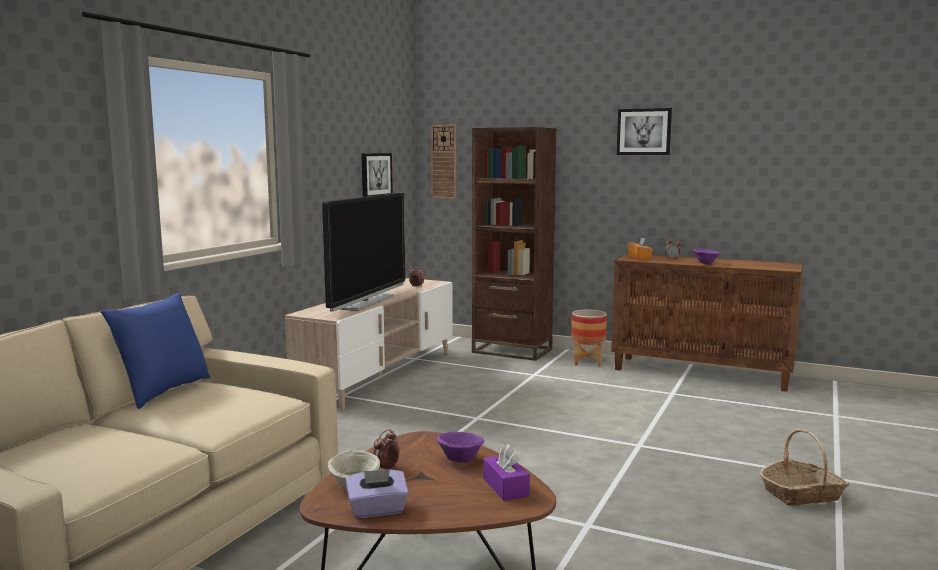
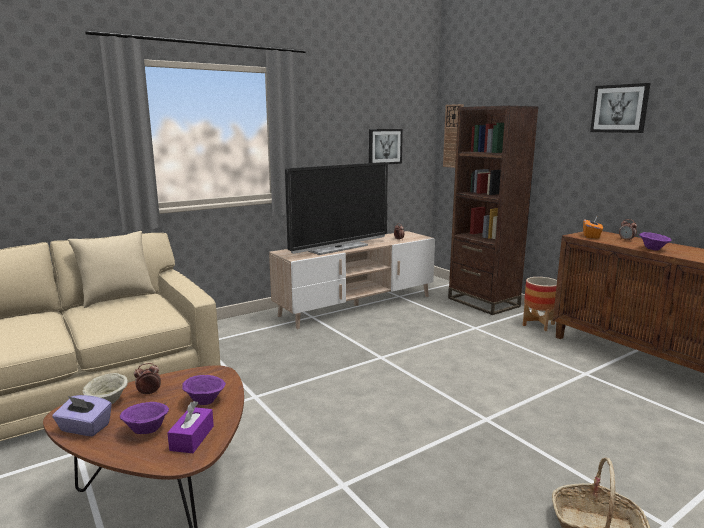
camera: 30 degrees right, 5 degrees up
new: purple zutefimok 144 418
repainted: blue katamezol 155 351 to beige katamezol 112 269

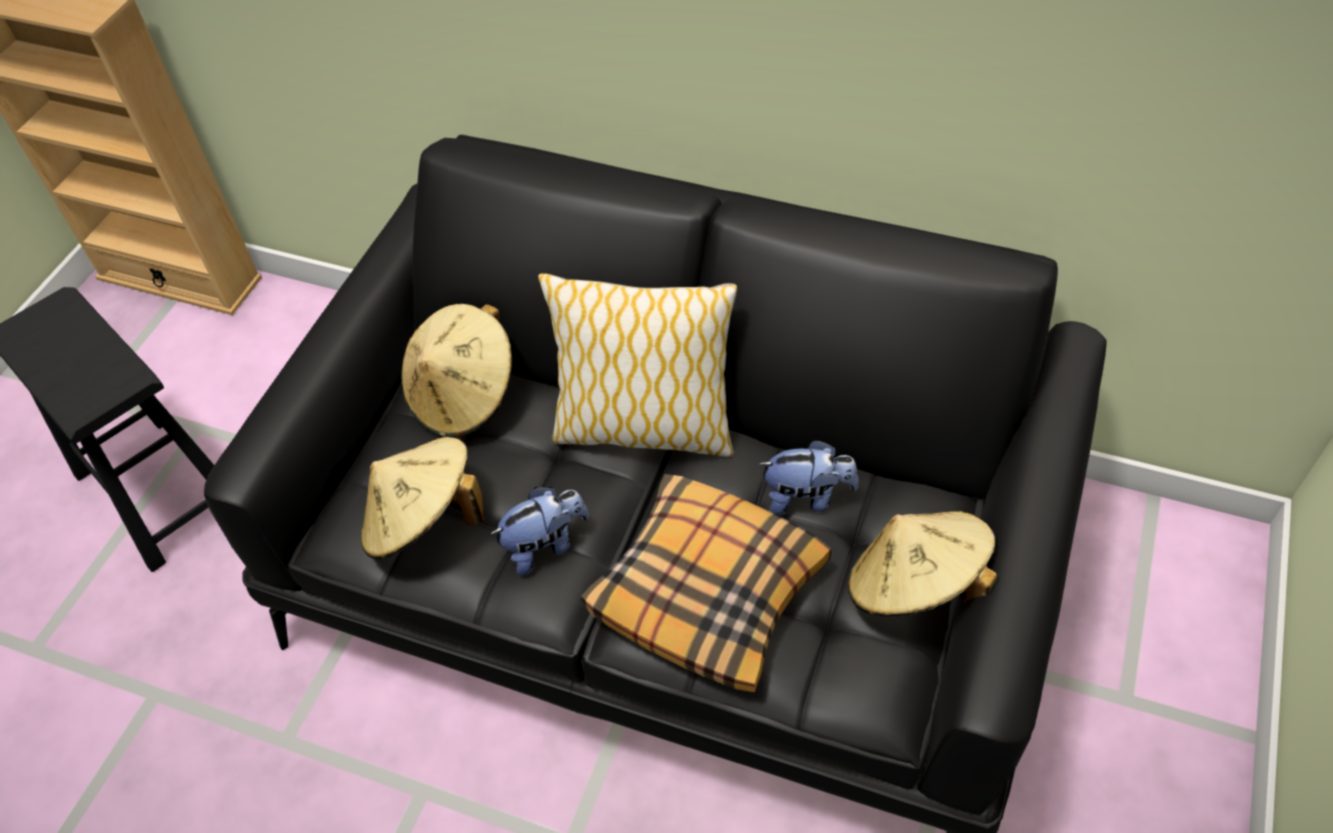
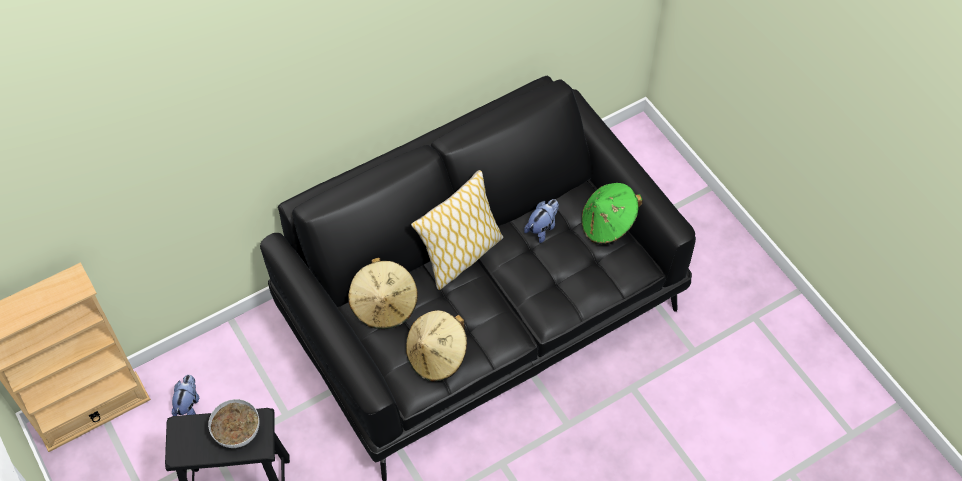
camera: 55 degrees left, 5 degrees up
gone: katamezol 706 583
new: zutefimok 233 423
shifted: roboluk 539 531 to 185 395
repainted: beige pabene 922 564 to green pabene 612 214

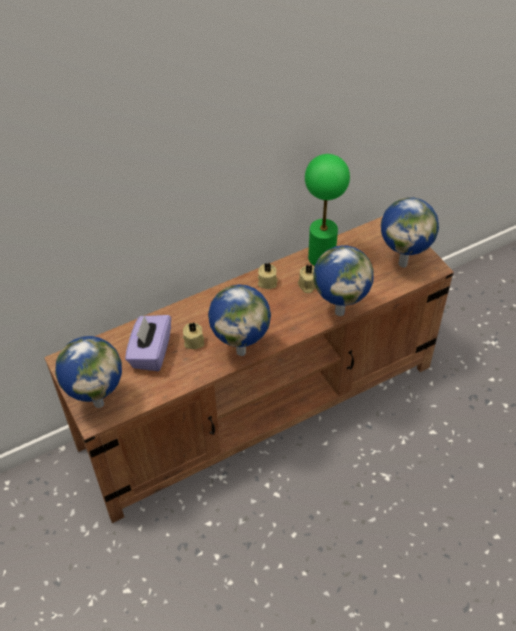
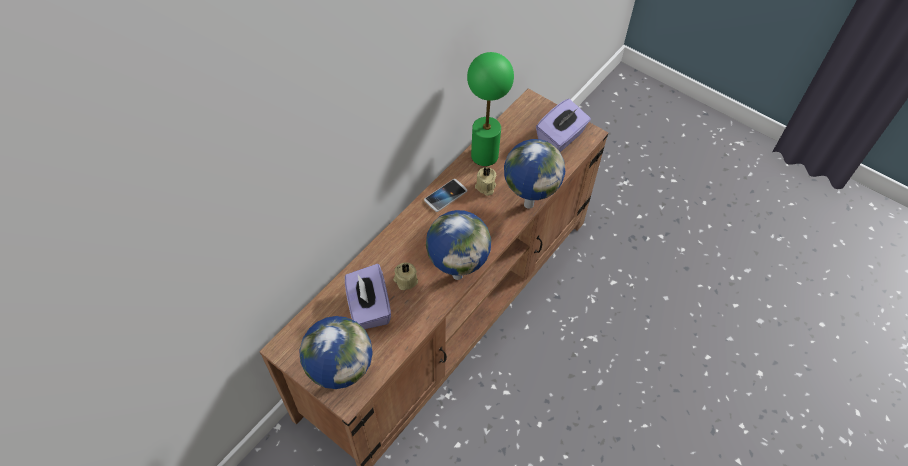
camera: 25 degrees left, 5 degrees up
swapped: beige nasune 268 276 to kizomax 445 195; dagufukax 410 232 to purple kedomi 563 125

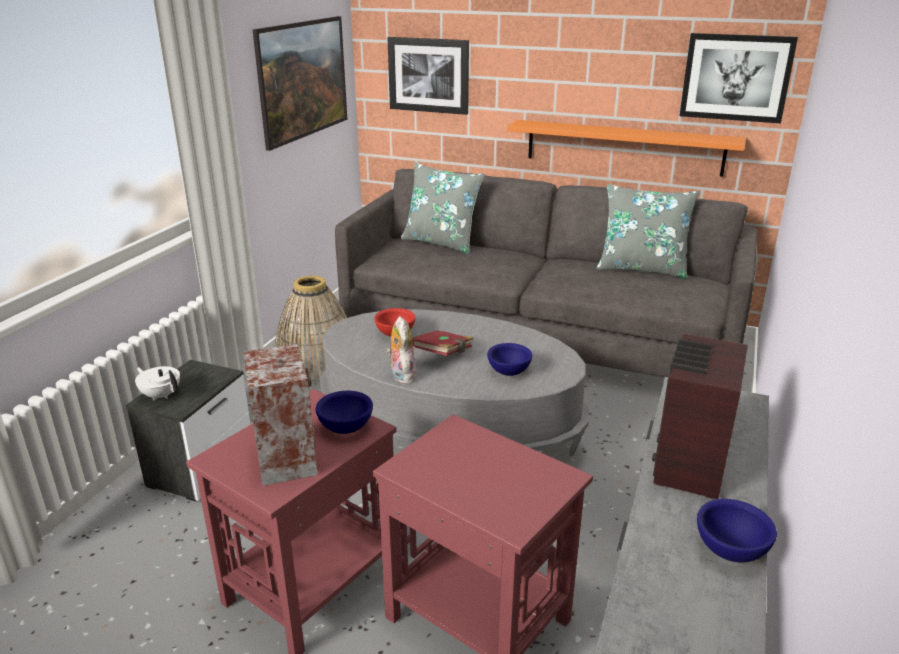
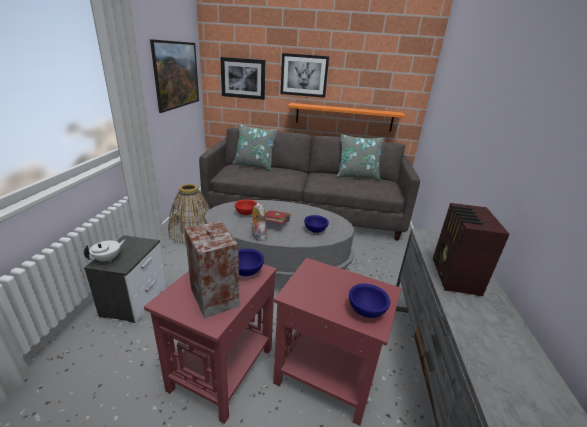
camera: 15 degrees left, 0 degrees up
shifted: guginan 738 78 to 305 75; blue zutefimok 737 530 to 369 301
rotated: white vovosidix 157 383 = 105 250 105 degrees clockwise

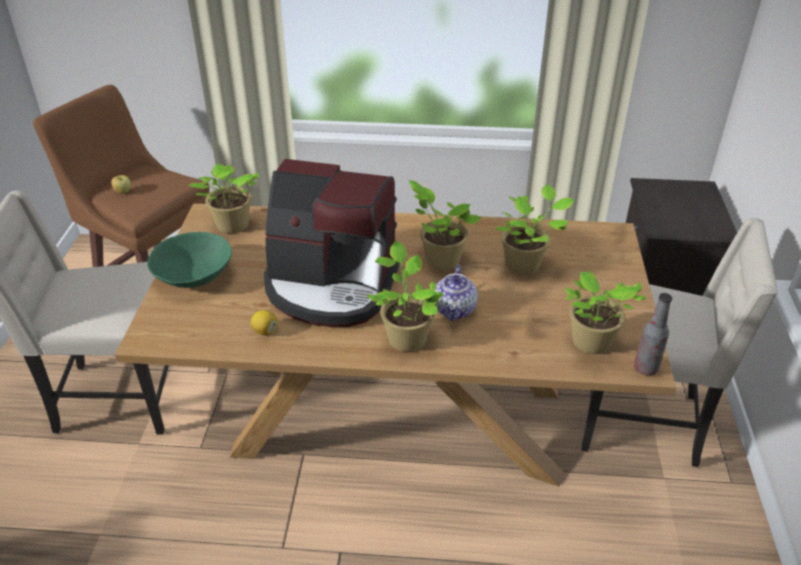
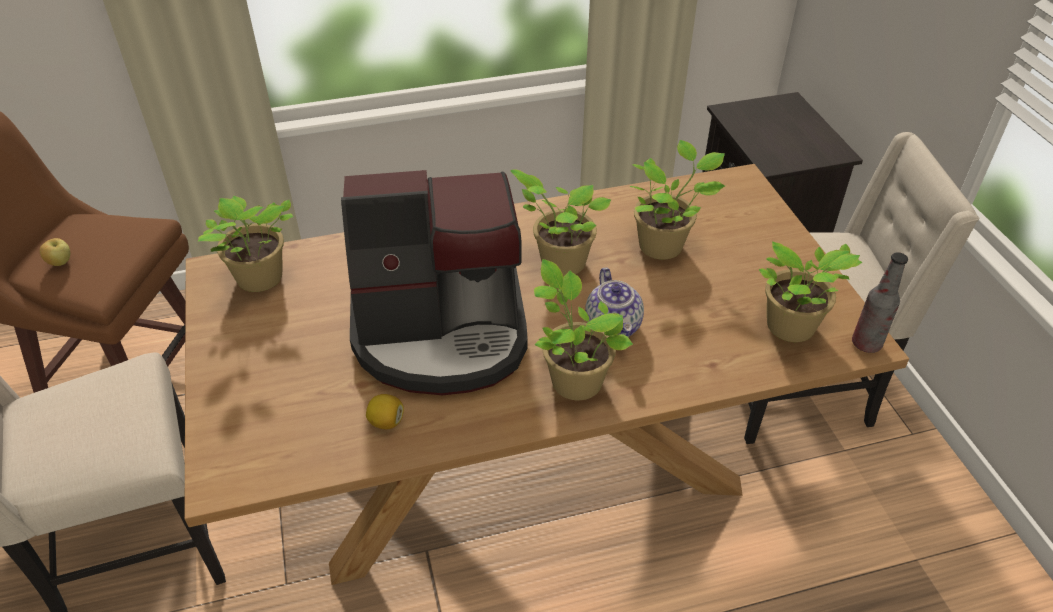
camera: 20 degrees left, 5 degrees up
gone: green zutefimok 189 260

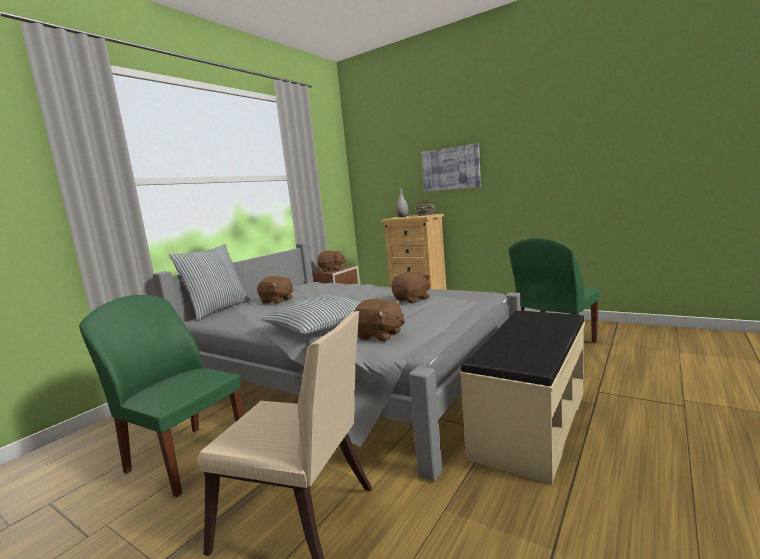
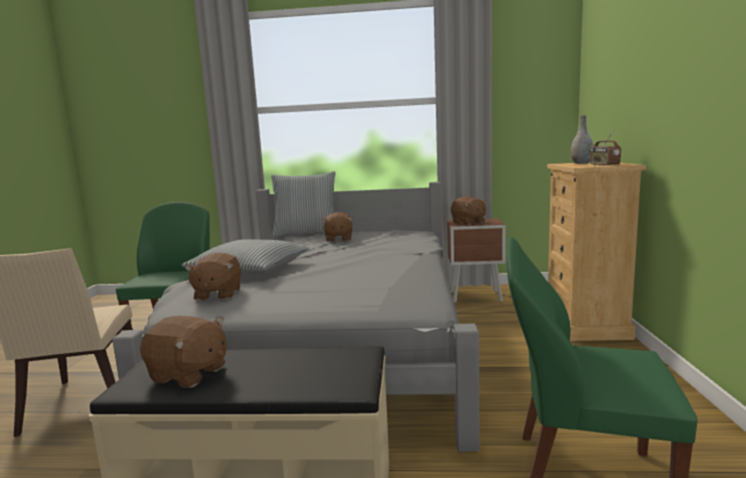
camera: 60 degrees right, 0 degrees up
gone: guginan 451 167
shifted: brown roboluk 410 287 to 183 352

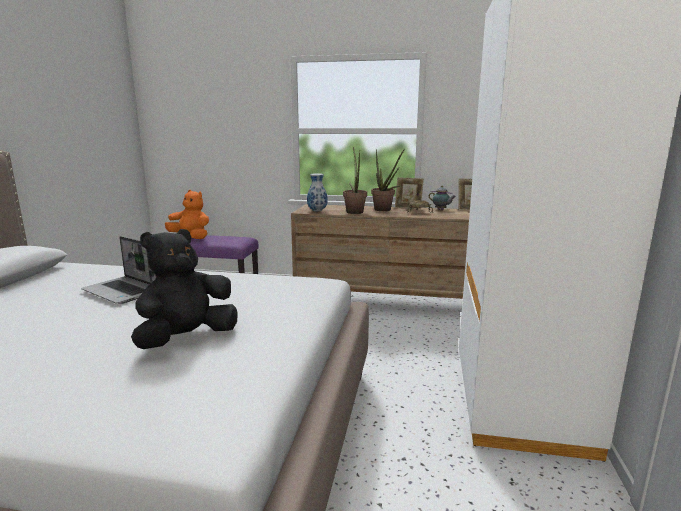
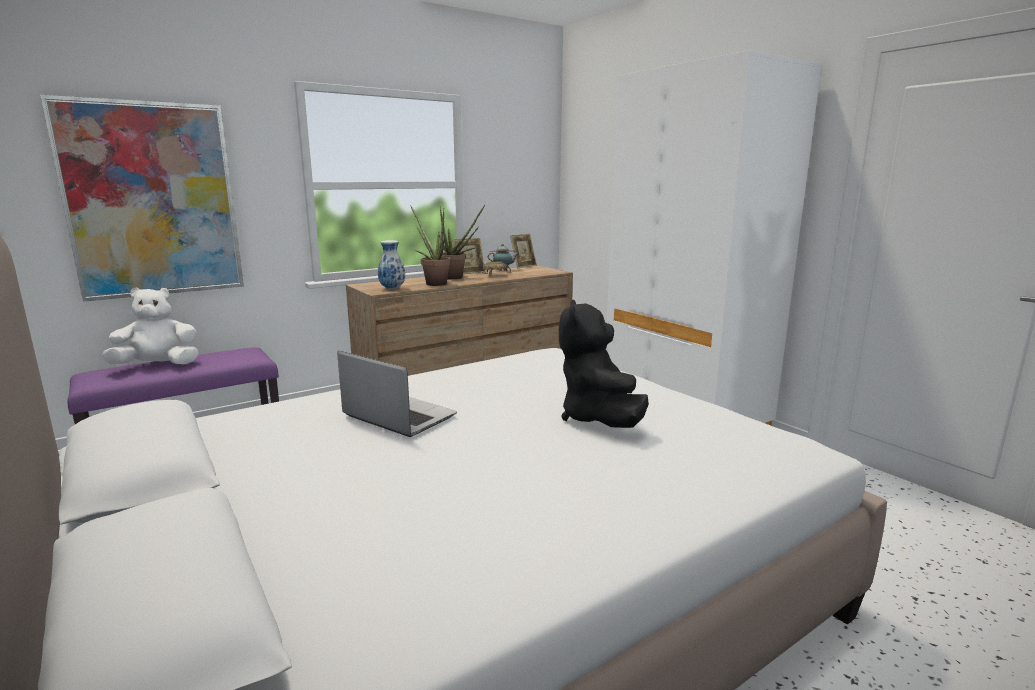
camera: 45 degrees left, 0 degrees up
new: guginan 142 198
repainted: orange roboluk 187 214 to white roboluk 150 325
rotated: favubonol 119 270 = 397 394 135 degrees counterclockwise

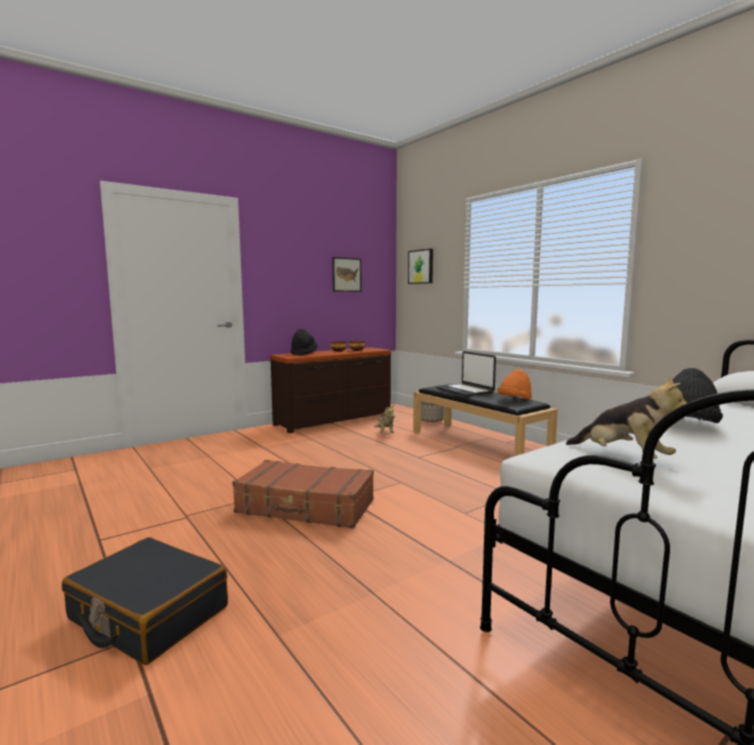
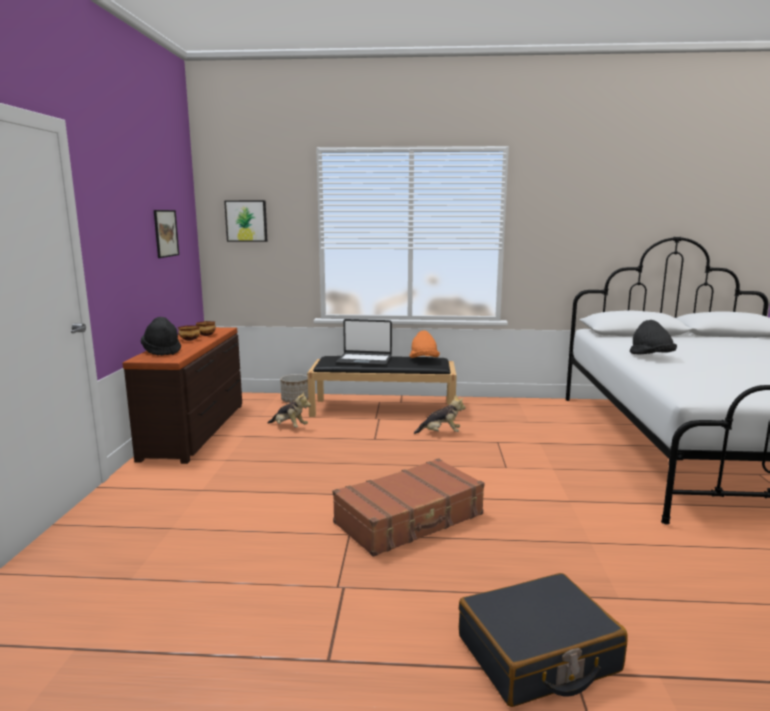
camera: 50 degrees left, 5 degrees up
shifted: roboluk 626 417 to 440 414

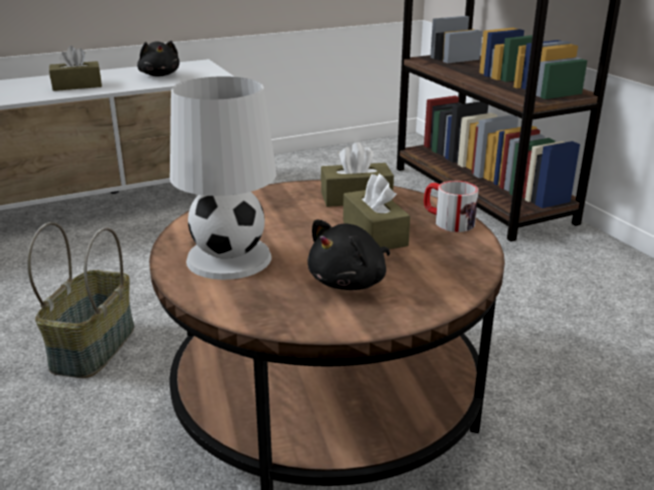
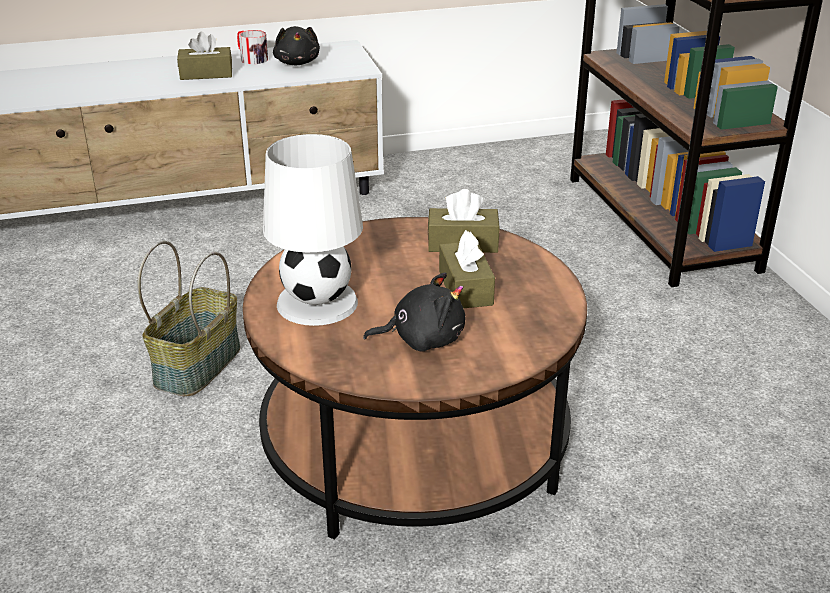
camera: 10 degrees right, 5 degrees up
shifted: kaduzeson 451 206 to 252 47
rotated: black roboluk 349 254 = 414 311 150 degrees counterclockwise

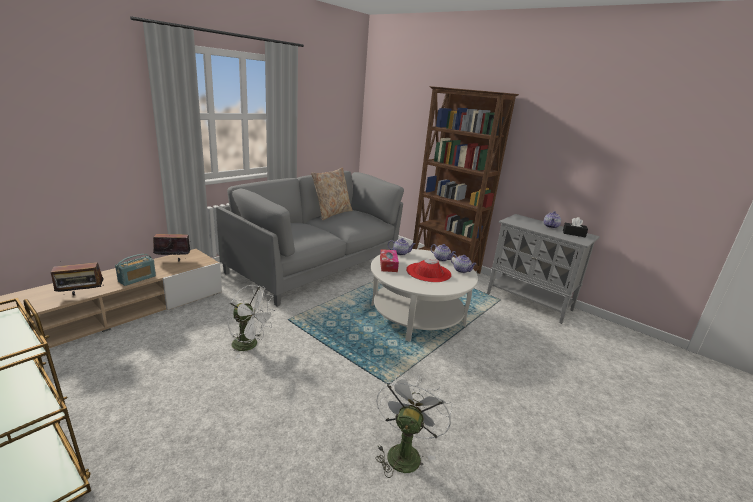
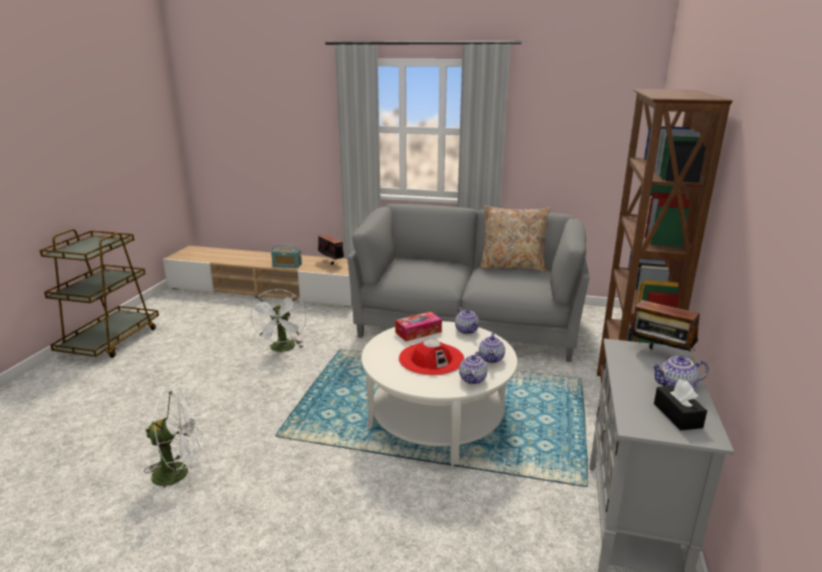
camera: 65 degrees right, 0 degrees up
shifted: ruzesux 77 278 to 665 325

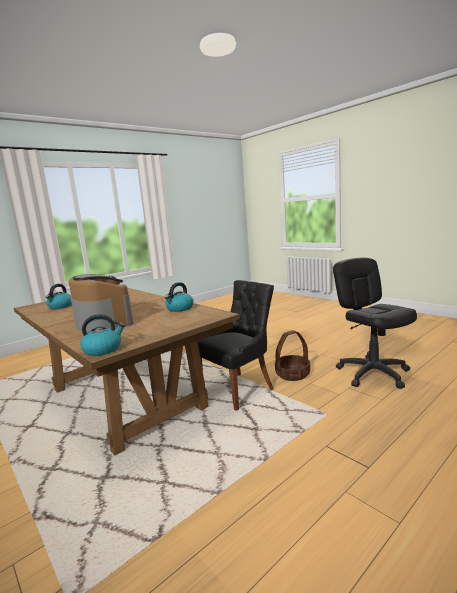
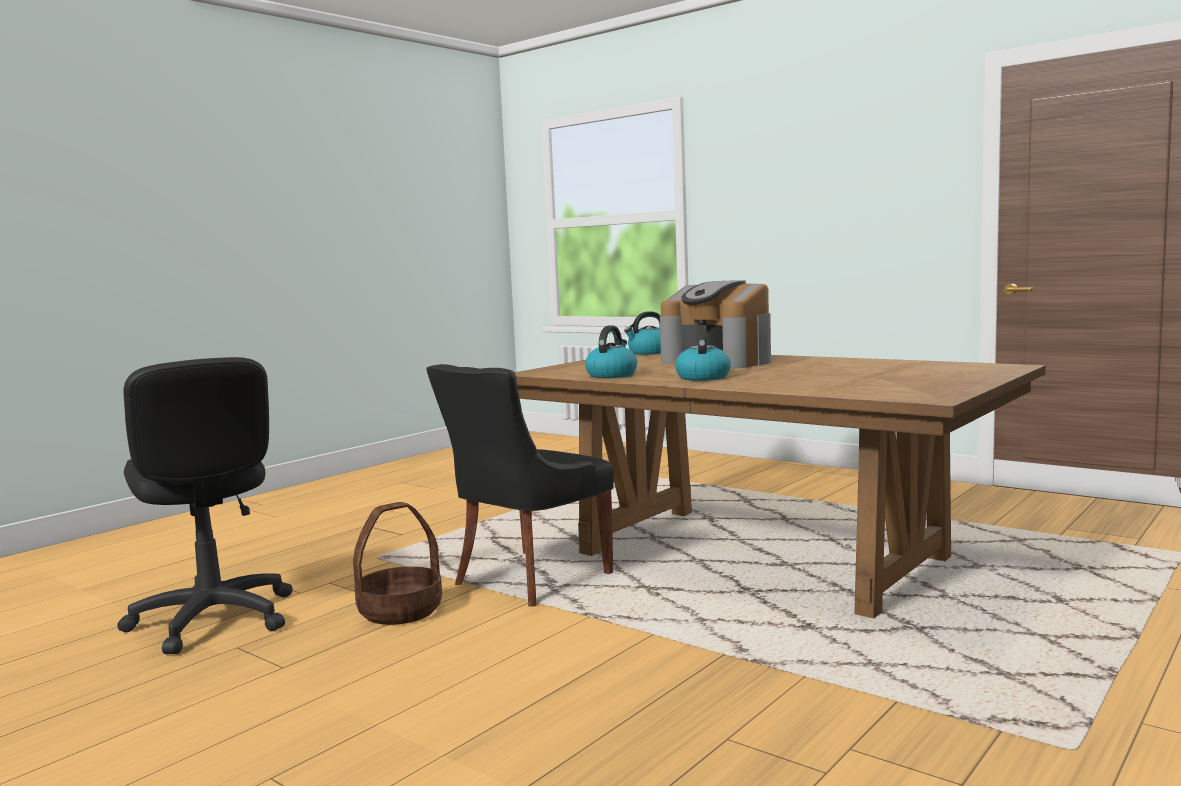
camera: 170 degrees right, 5 degrees down
shifted: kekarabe 58 296 to 703 353

